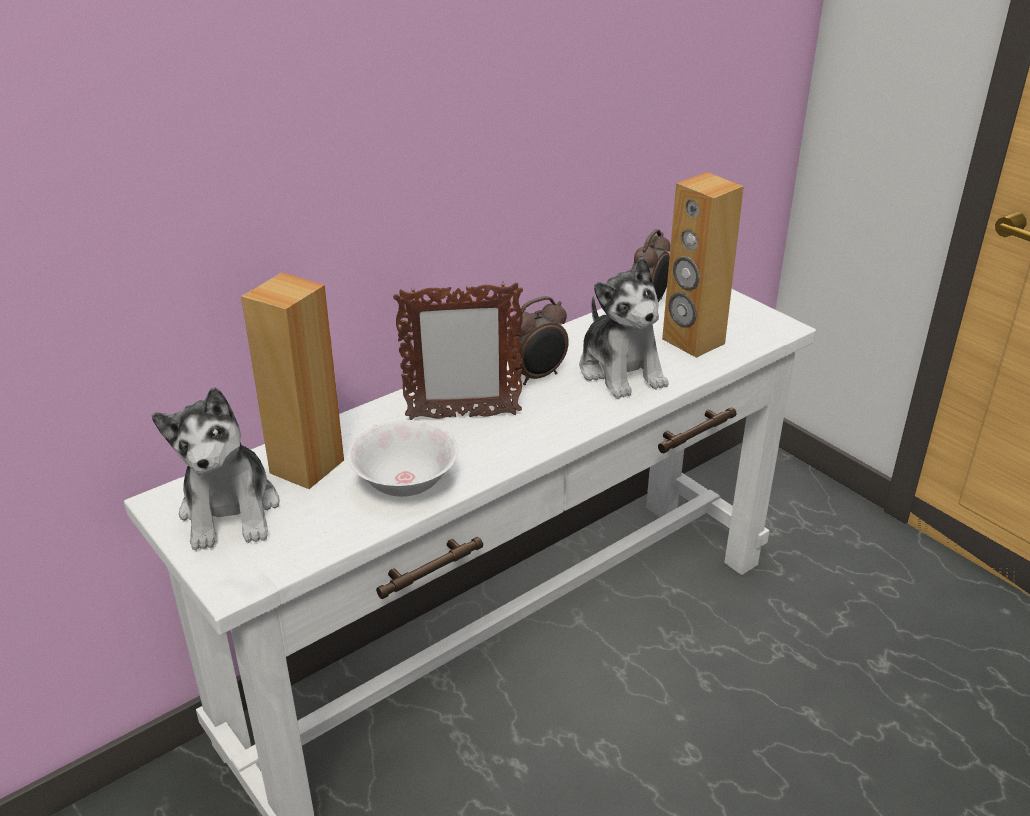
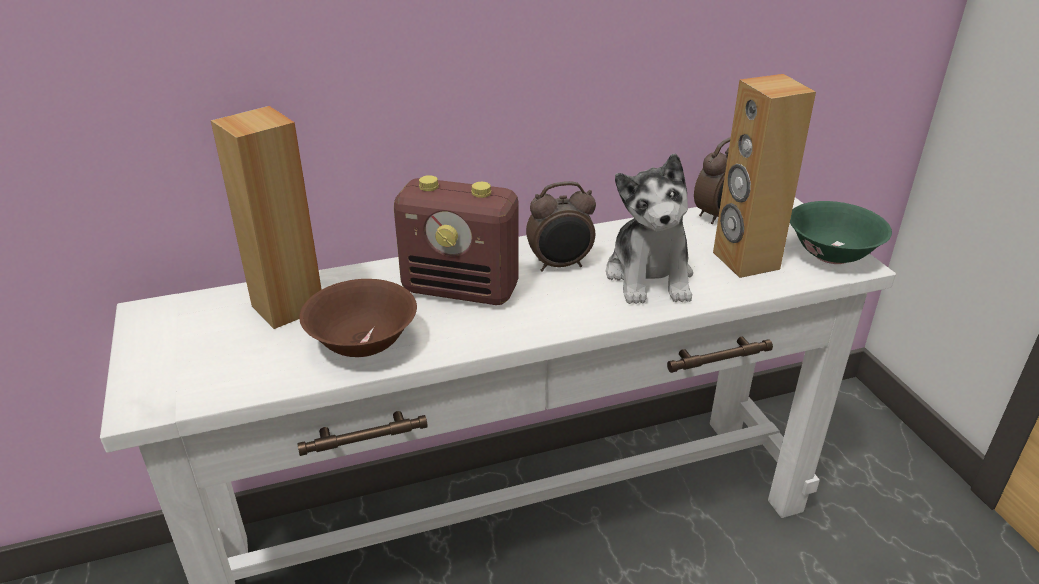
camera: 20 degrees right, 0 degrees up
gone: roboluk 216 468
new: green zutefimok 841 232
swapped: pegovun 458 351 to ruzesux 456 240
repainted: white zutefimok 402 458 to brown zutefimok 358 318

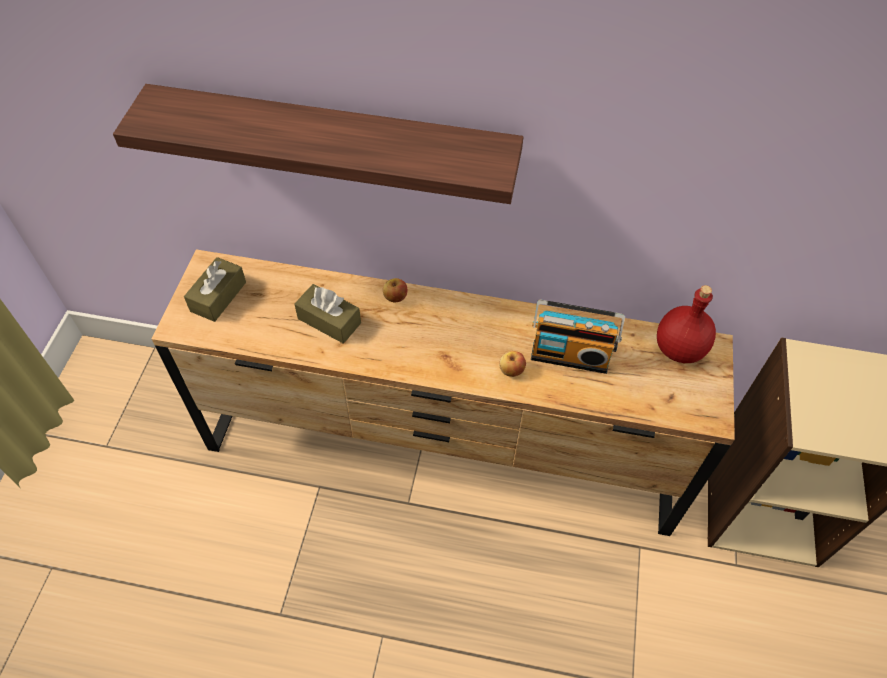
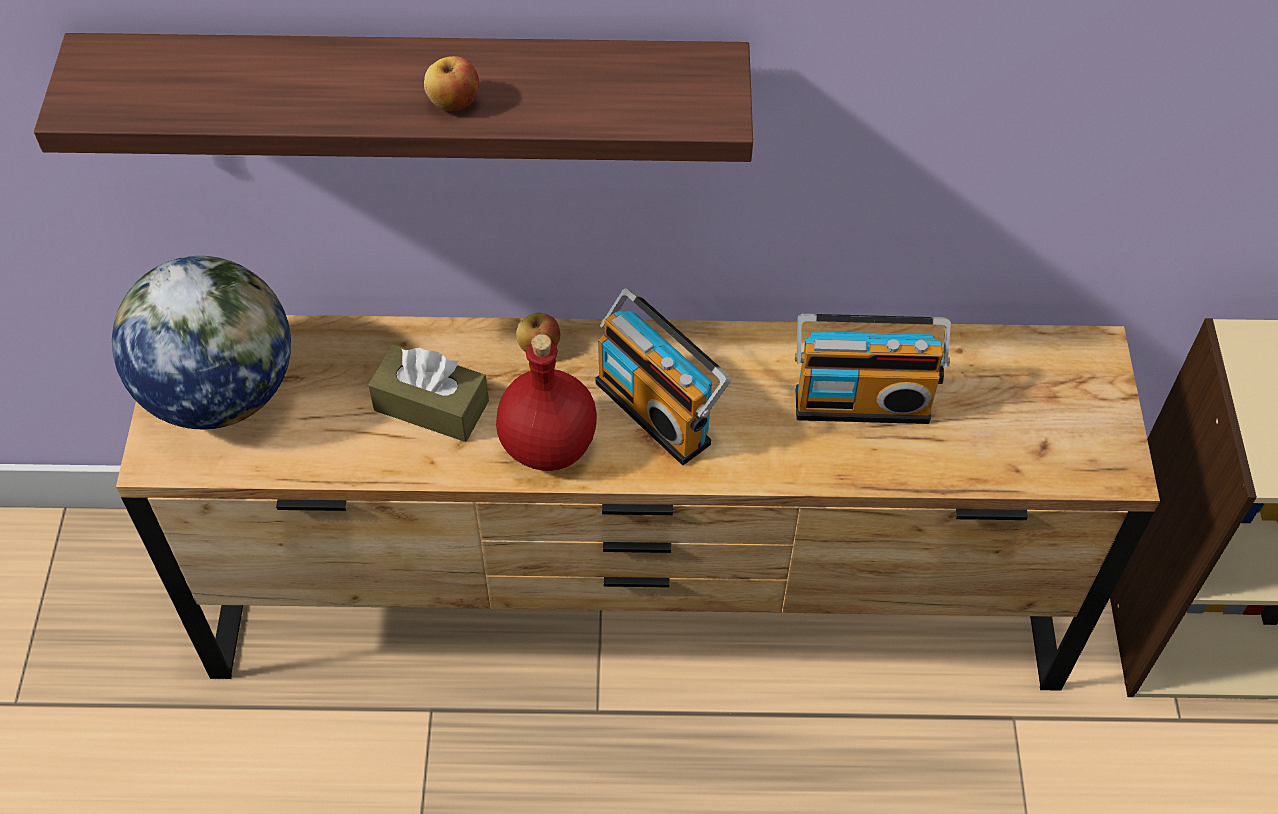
camera: 10 degrees left, 0 degrees up
new: ruzesux 663 376
shifted: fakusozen 512 364 to 451 83; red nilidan 686 324 to 546 402
swapped: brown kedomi 215 289 to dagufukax 201 343

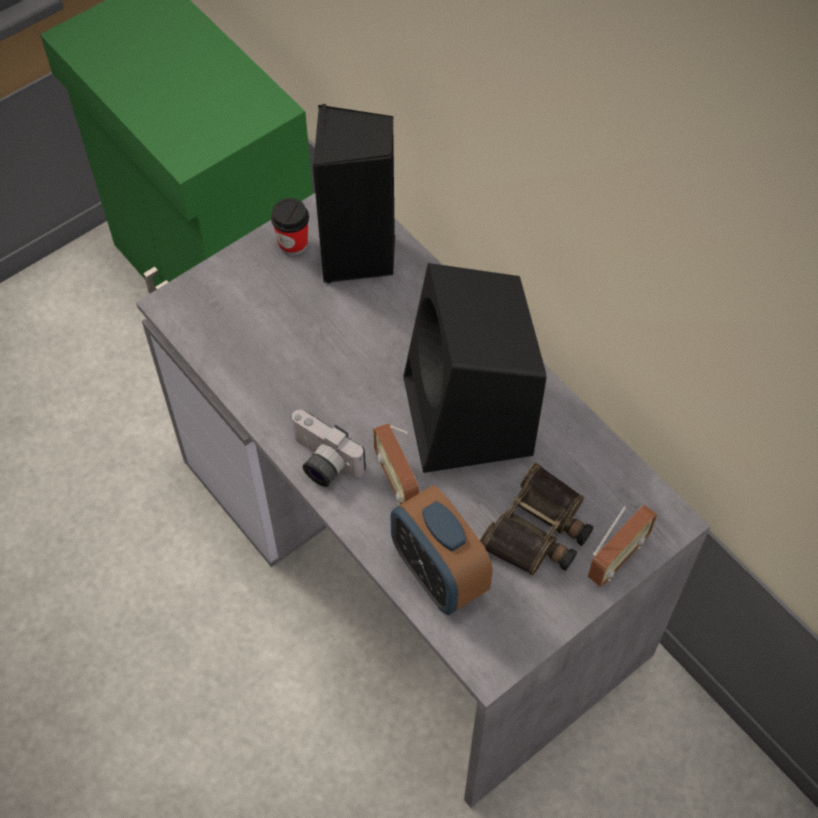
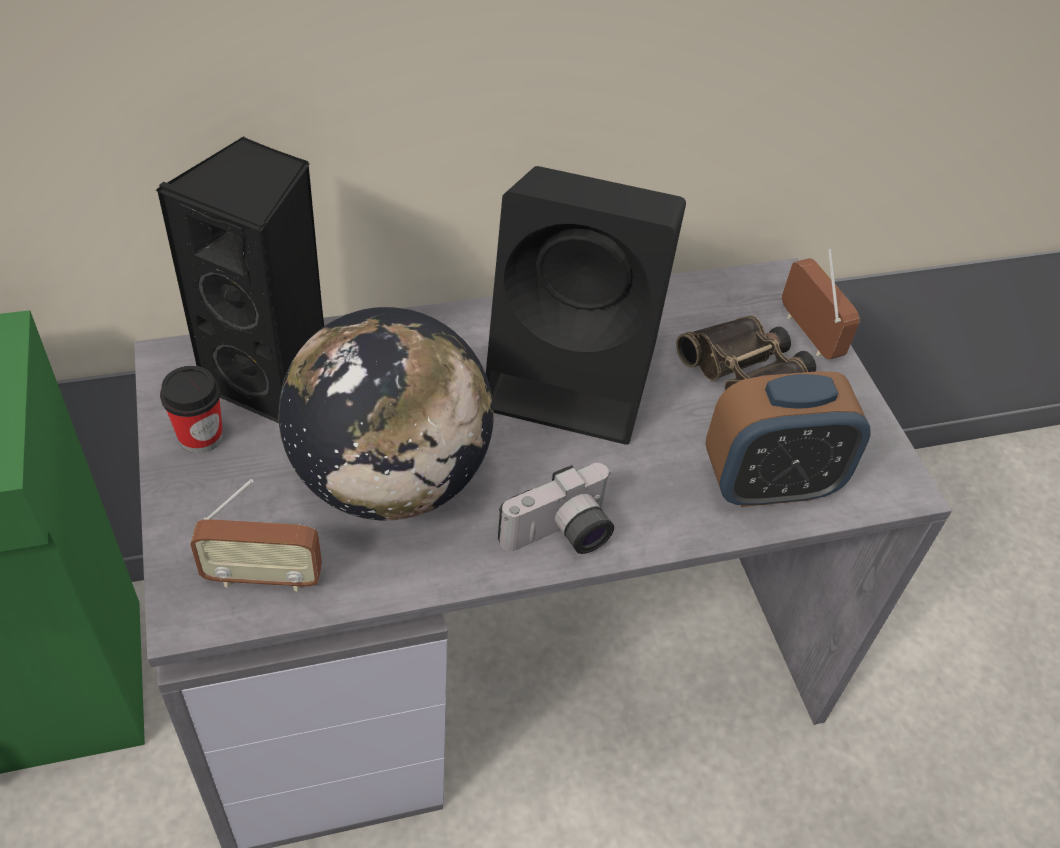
camera: 70 degrees left, 10 degrees down
new: dagufukax 386 414
shifted: ruzesux 396 464 to 256 535

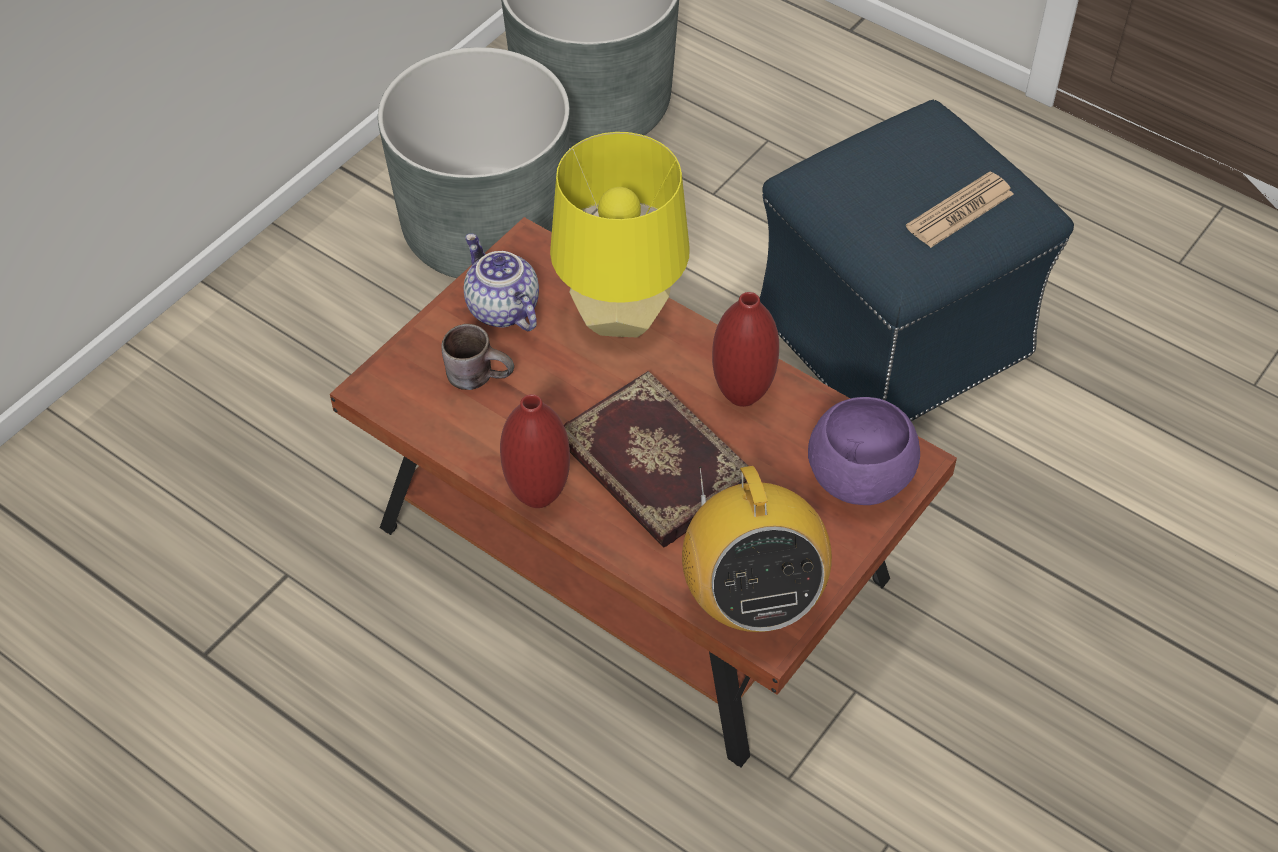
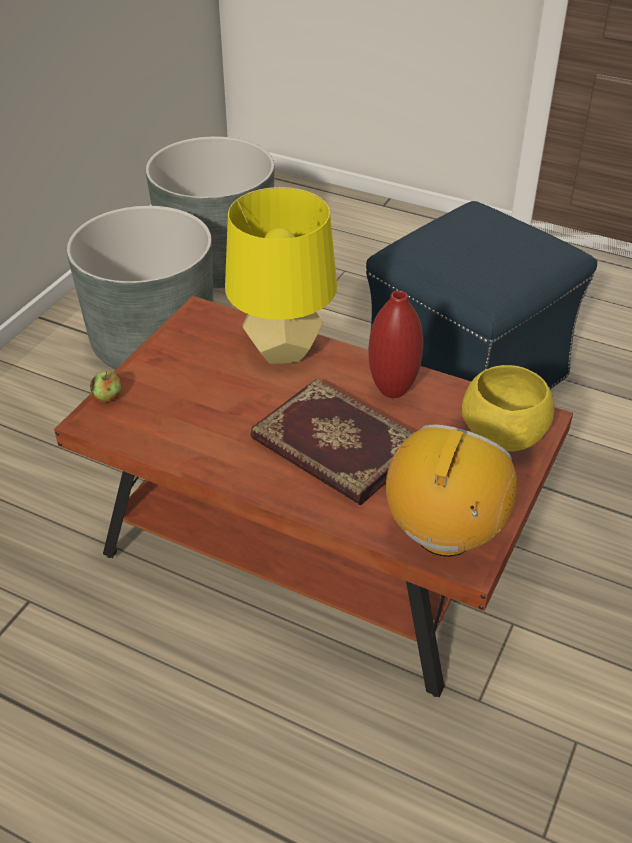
camera: 10 degrees left, 10 degrees down
gone: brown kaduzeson 477 357; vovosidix 501 282; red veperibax 535 451; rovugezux 959 209
new: fakusozen 105 387
repainted: purple zutefimok 864 451 to yellow zutefimok 508 408
rotated: ruzesux 757 549 = 452 491 135 degrees counterclockwise

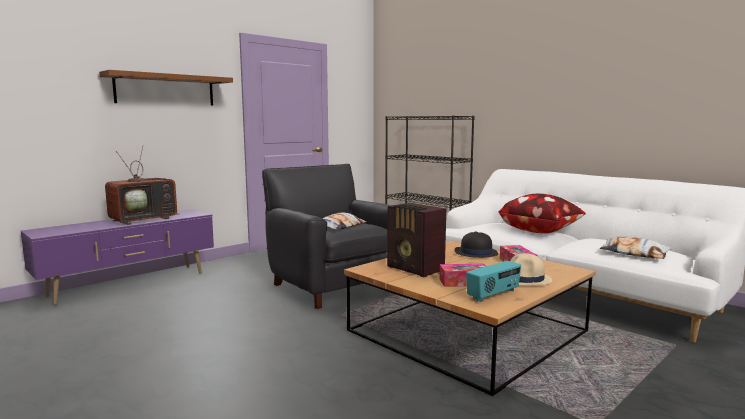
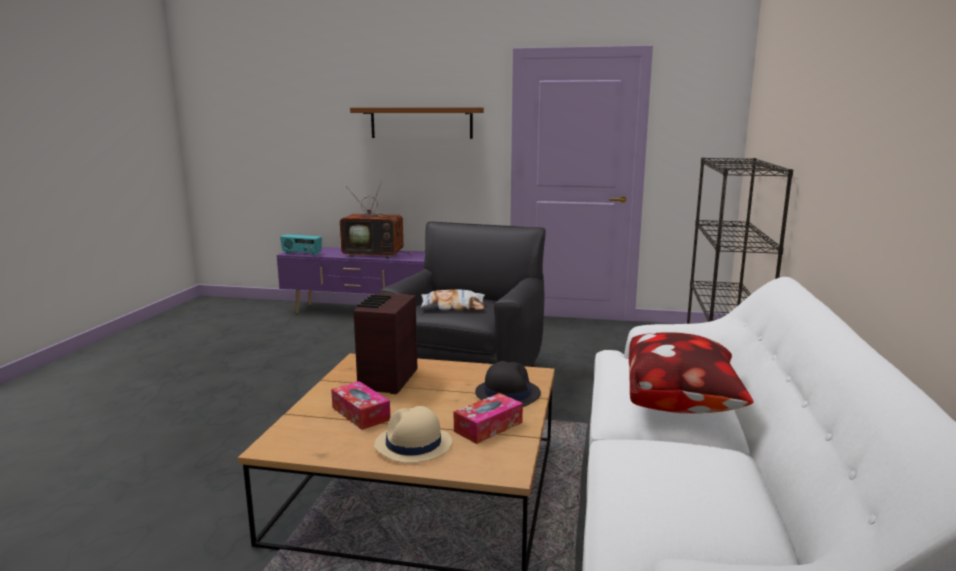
camera: 55 degrees right, 5 degrees up
gone: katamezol 636 247
shifted: ruzesux 493 281 to 301 245

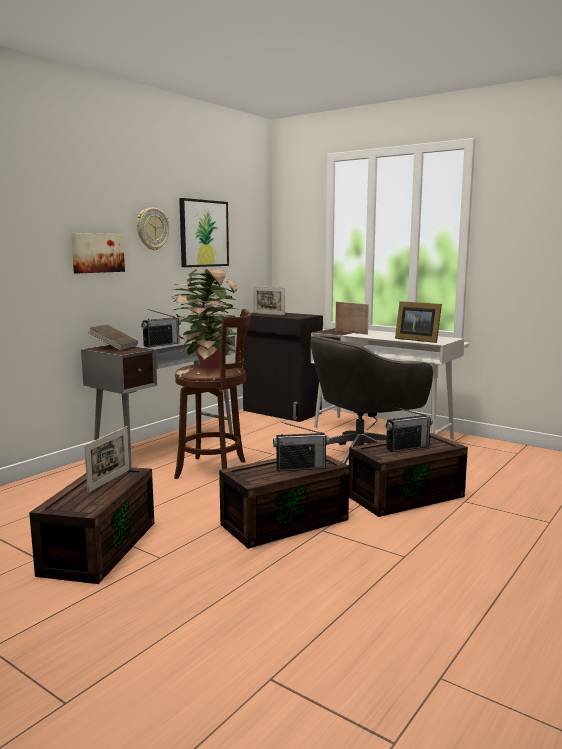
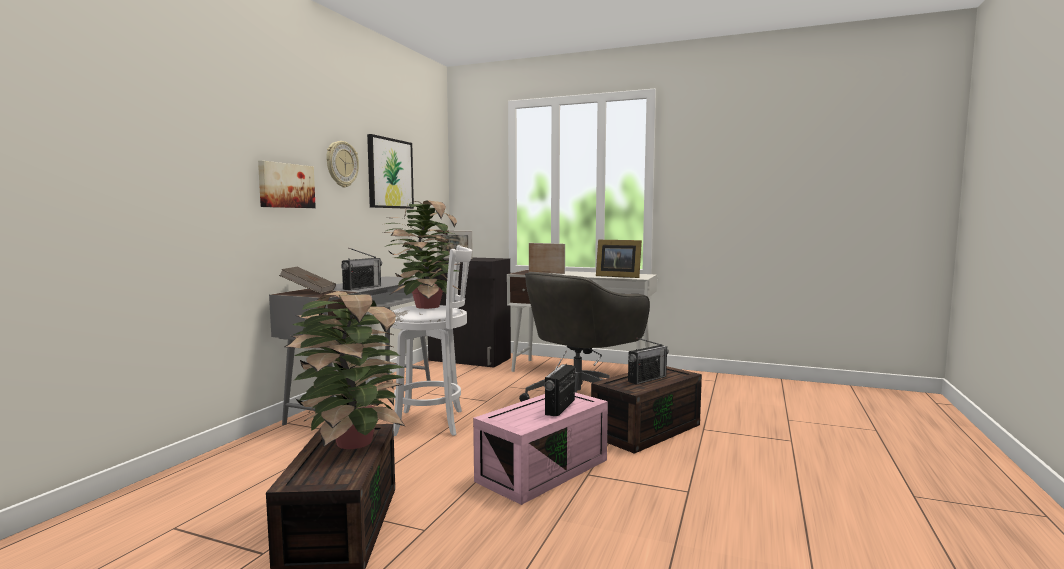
camera: 15 degrees left, 5 degrees down
swapped: pegovun 106 459 to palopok 345 370
repainted: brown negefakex 212 394 to white negefakex 432 340; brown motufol 284 502 to pink motufol 540 449
rotated: ruzesux 301 446 = 559 383 135 degrees clockwise

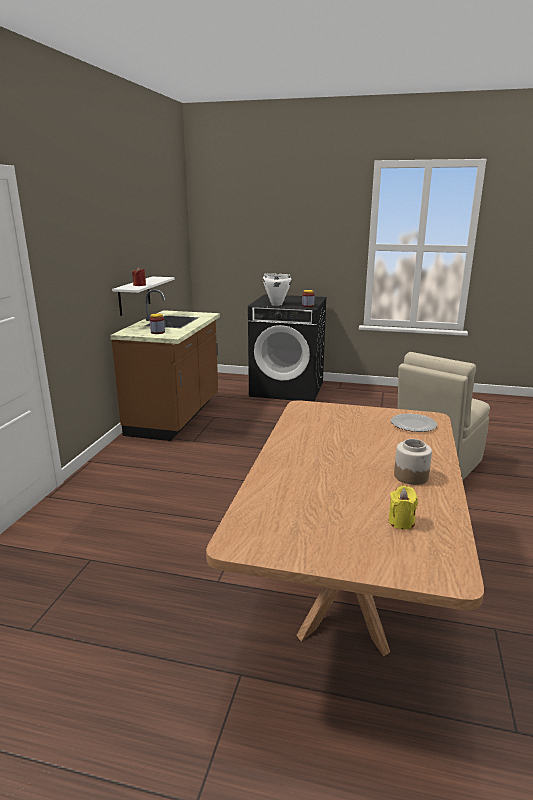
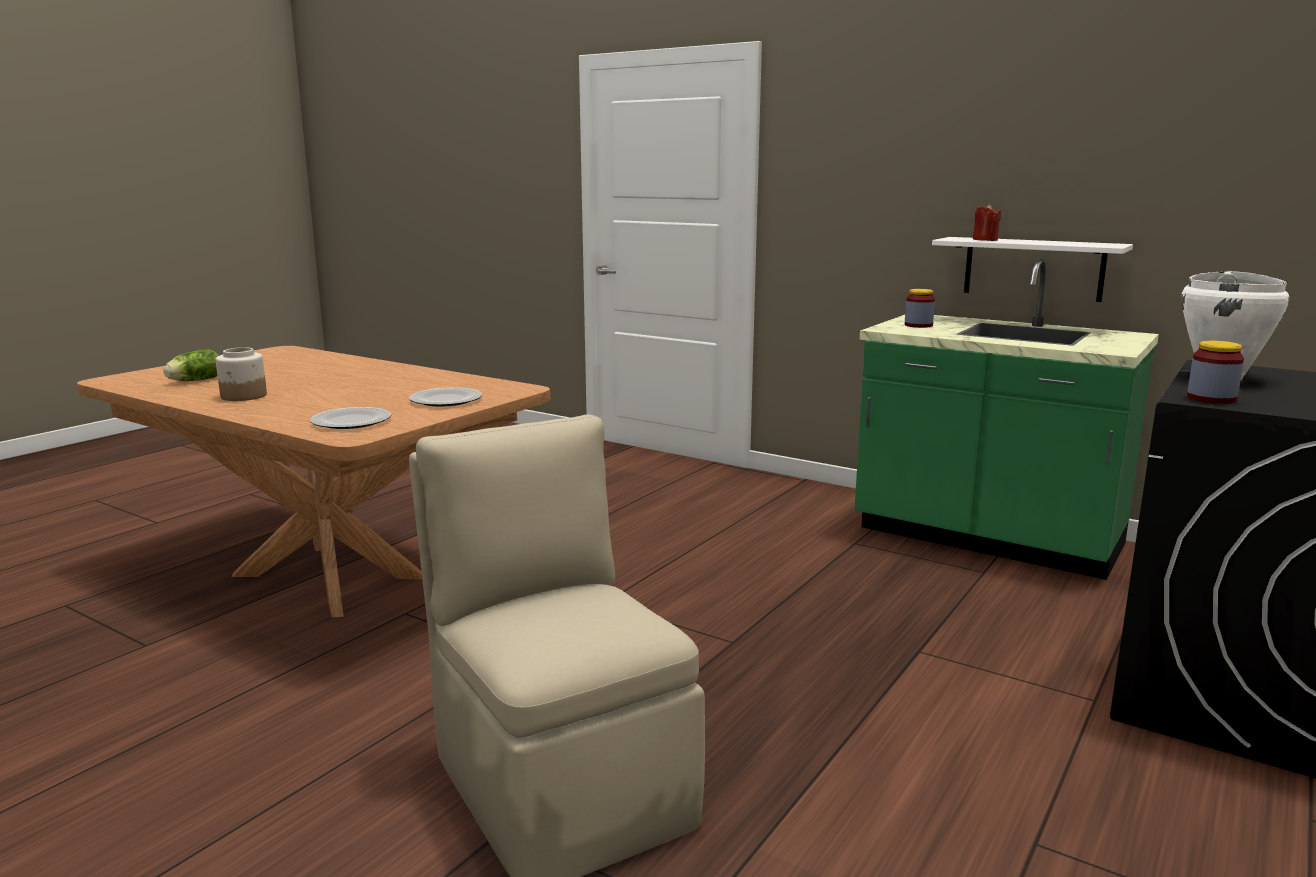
camera: 110 degrees right, 5 degrees down
new: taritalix 445 396
swapped: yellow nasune 403 507 to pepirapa 190 365
repainted: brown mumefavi 165 365 to green mumefavi 1007 419

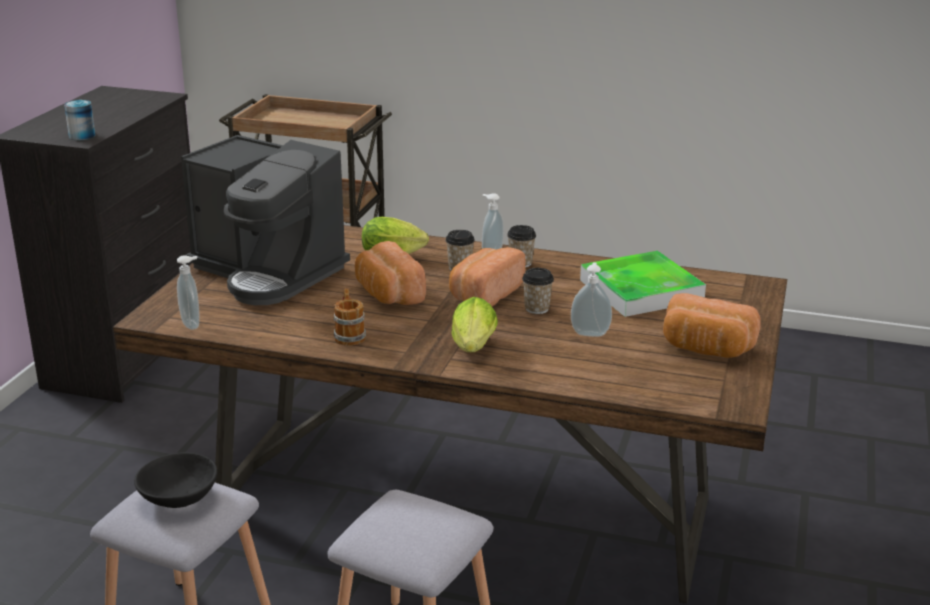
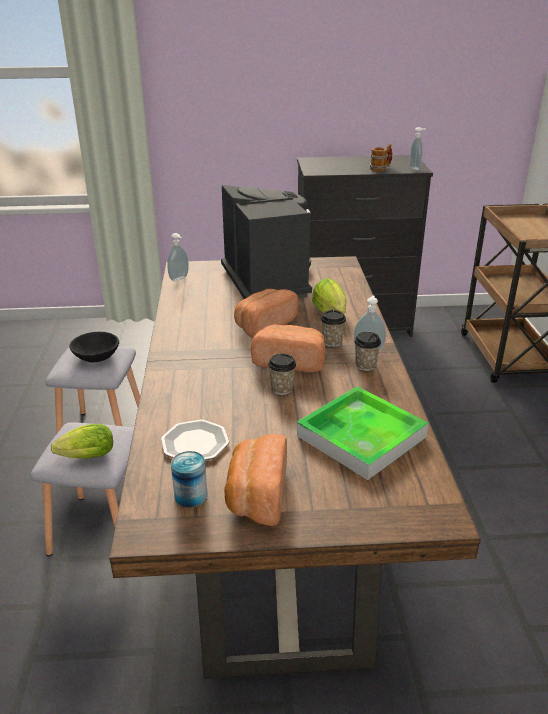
camera: 70 degrees right, 5 degrees up
new: taritalix 195 439
shifted: pepirapa 474 324 to 82 441; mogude 79 120 to 189 479; kaduzeson 350 317 to 381 157; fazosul 591 299 to 418 148
rotated: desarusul 265 220 = 266 242 150 degrees clockwise

